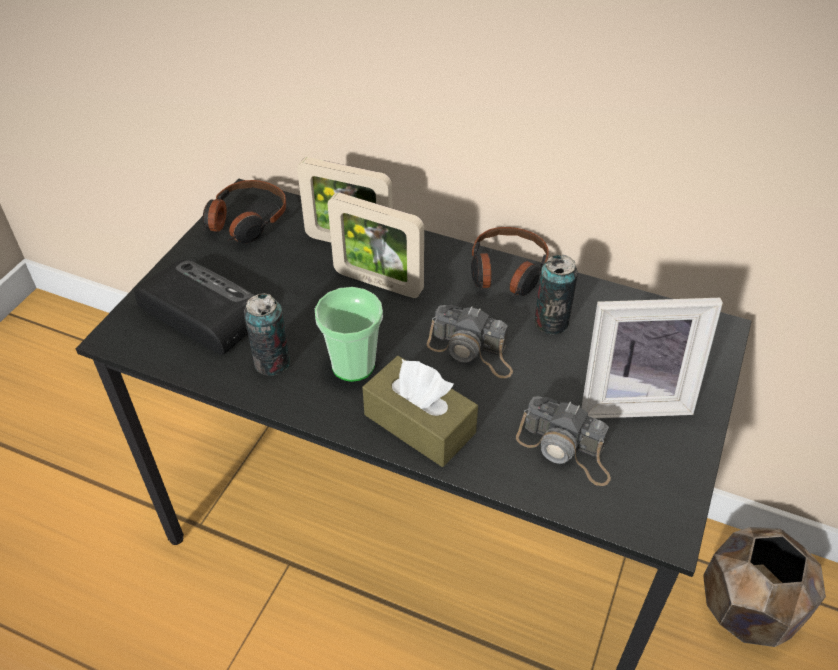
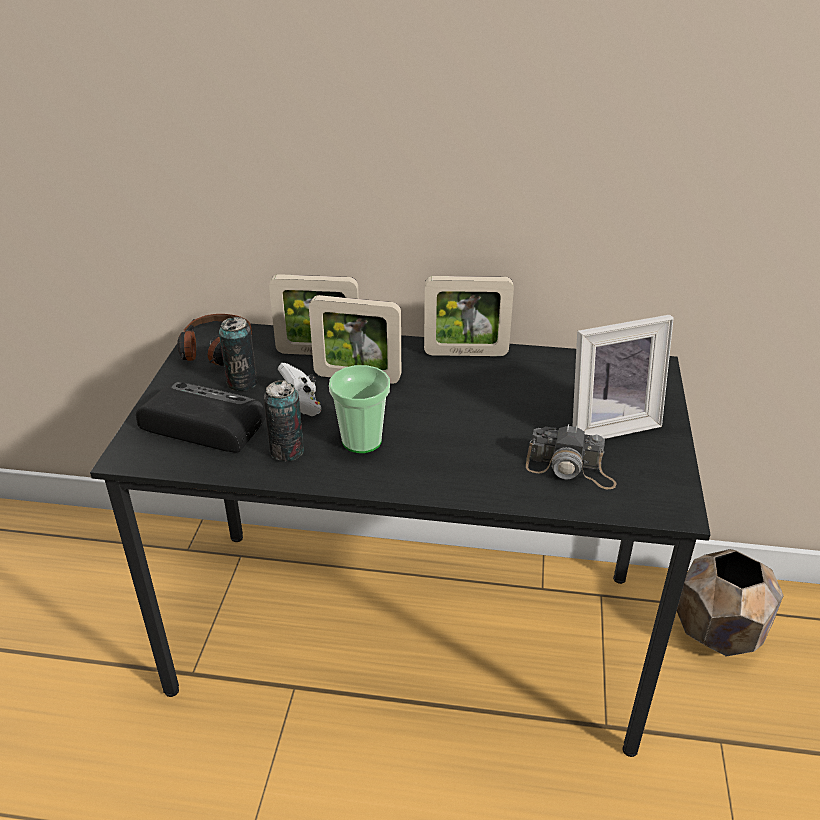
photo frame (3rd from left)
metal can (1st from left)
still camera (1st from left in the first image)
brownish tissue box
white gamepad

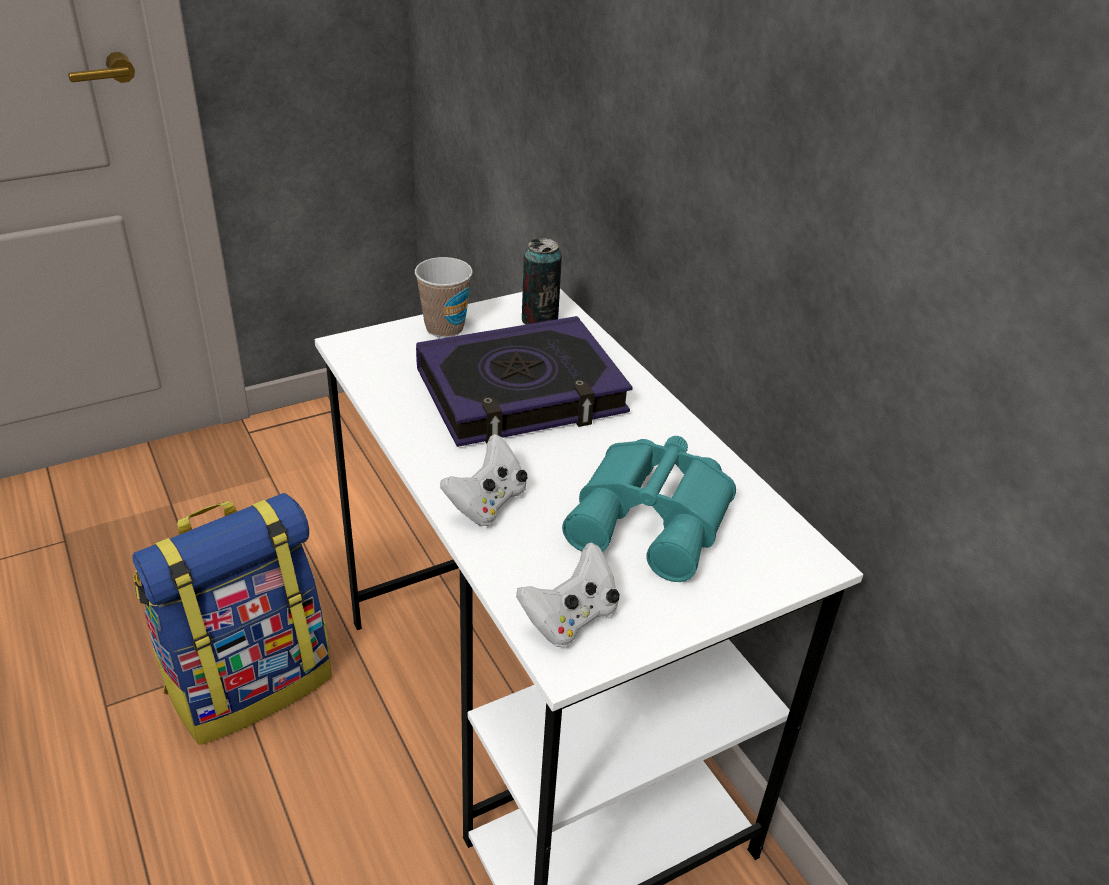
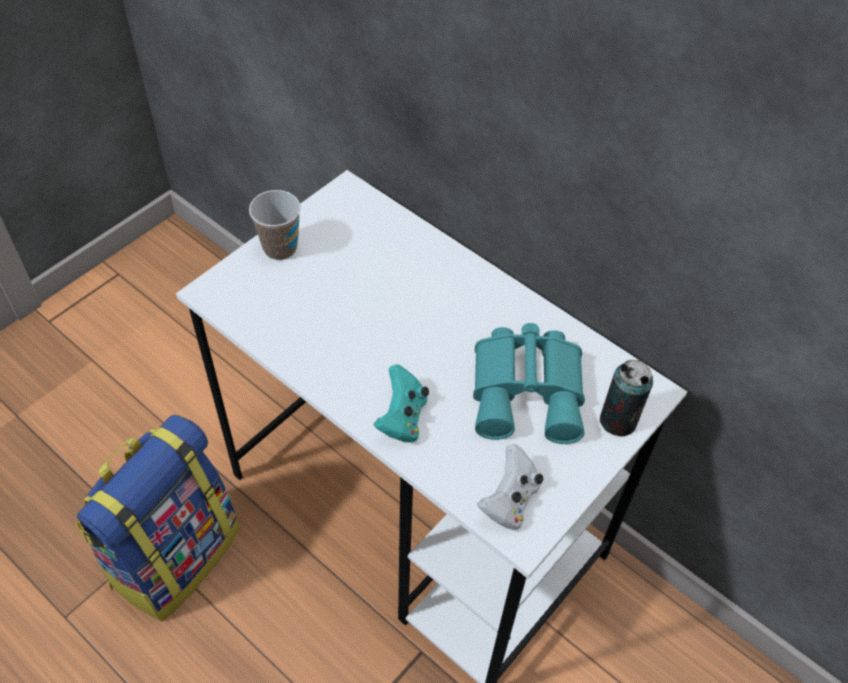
metal can
volume
blue-green gamepad

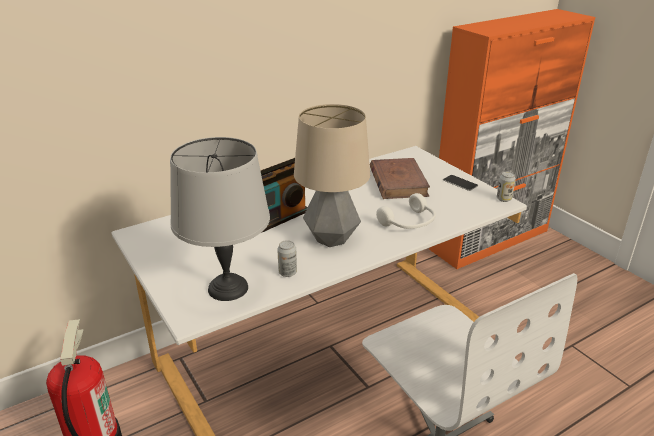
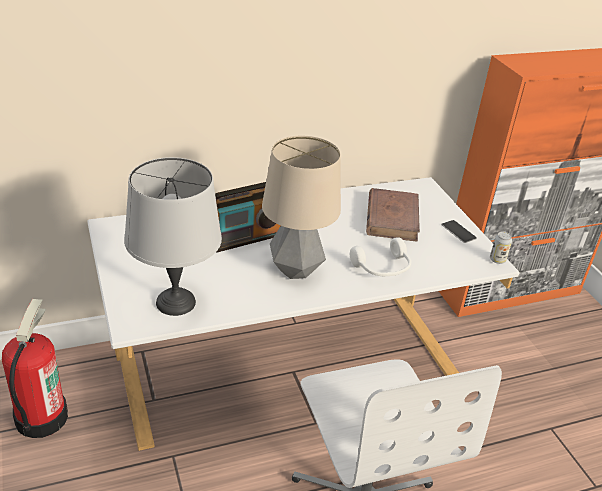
metal can (1st from left in the first image)

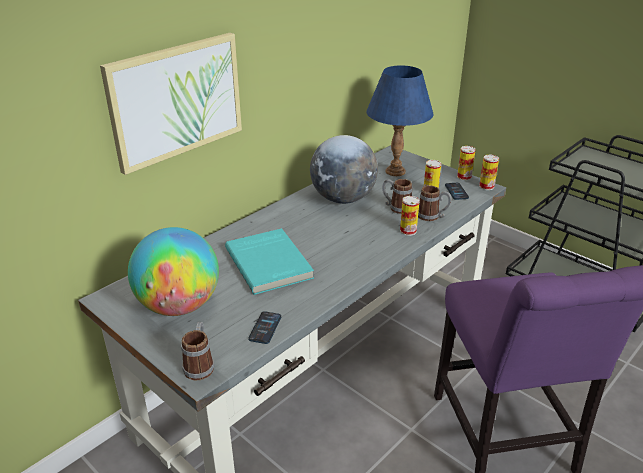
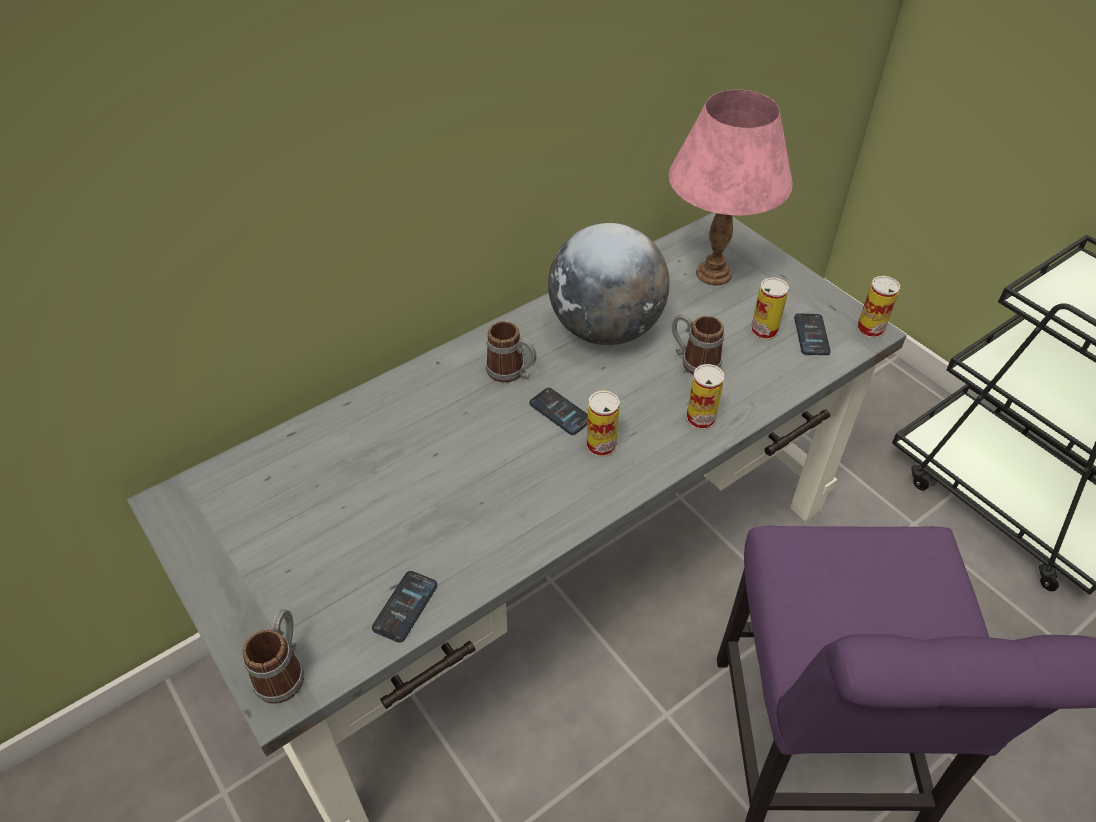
wall picture
pinkish lamp for a table
metal can (1st from left)
tea mug (2nd from left)
world globe (1st from left in the first image)
blue-green volume
handset (2nd from left)

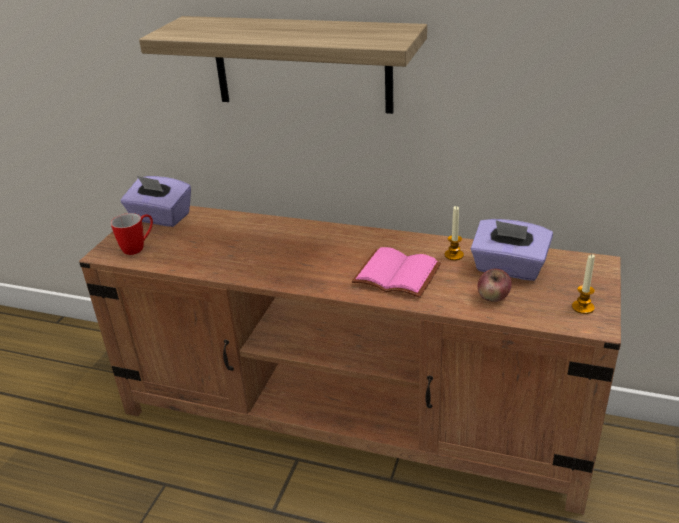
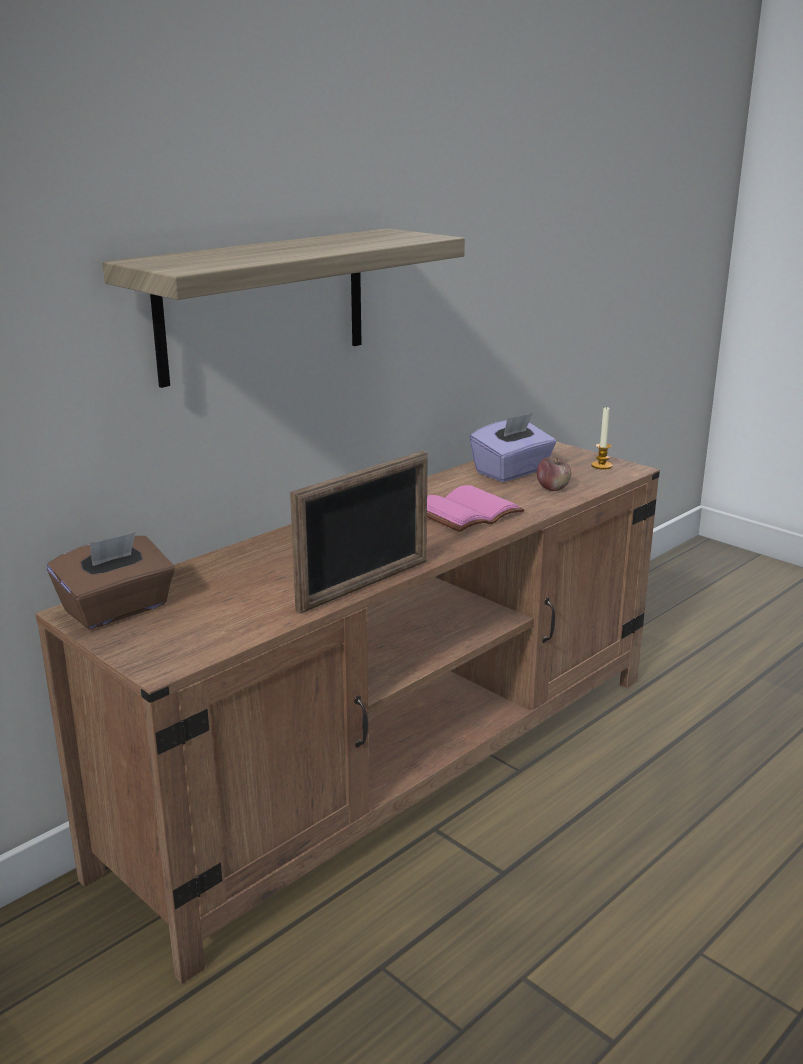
brownish tissue box
wax light (1st from left in the first image)
tea mug
photo frame

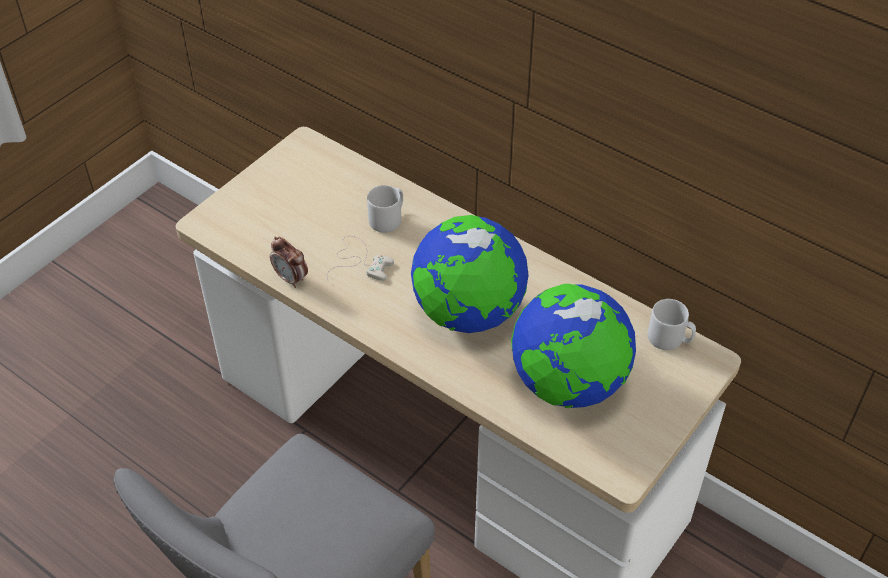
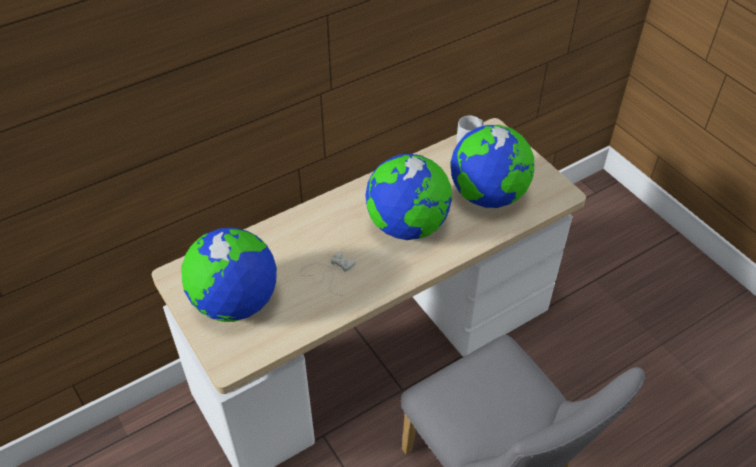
gray tea mug (1st from left in the first image)
alarm clock
world globe (1st from left)

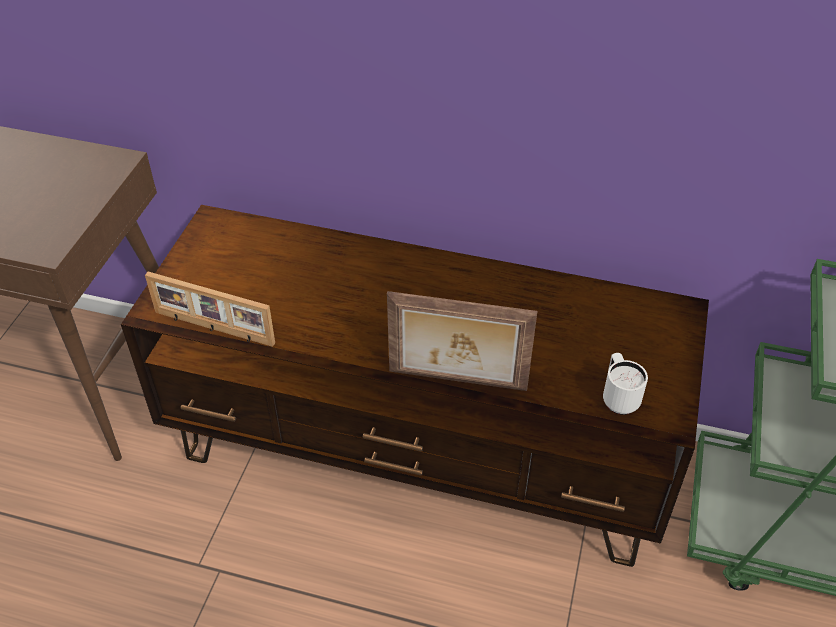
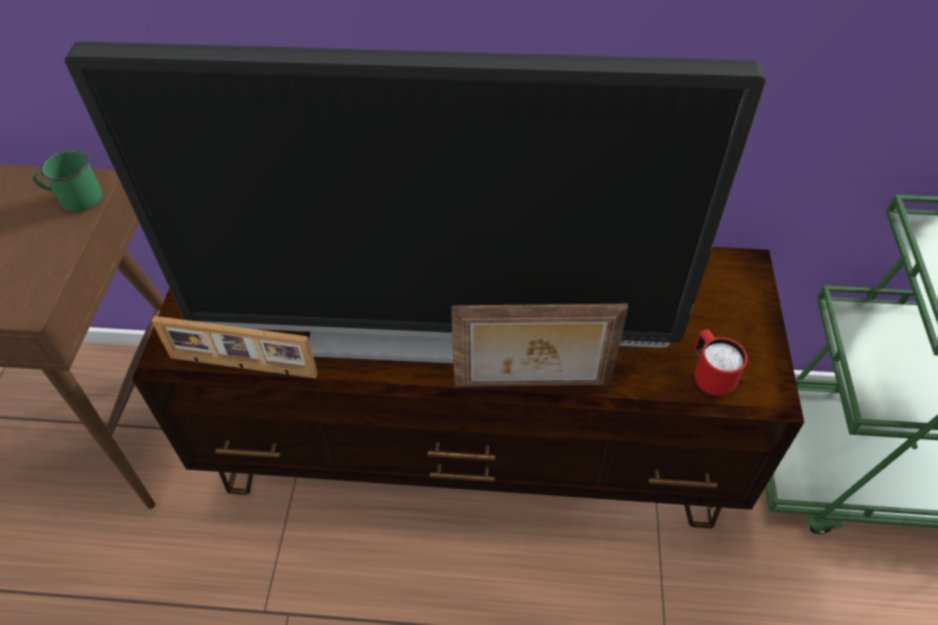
red tea mug
television
green tea mug

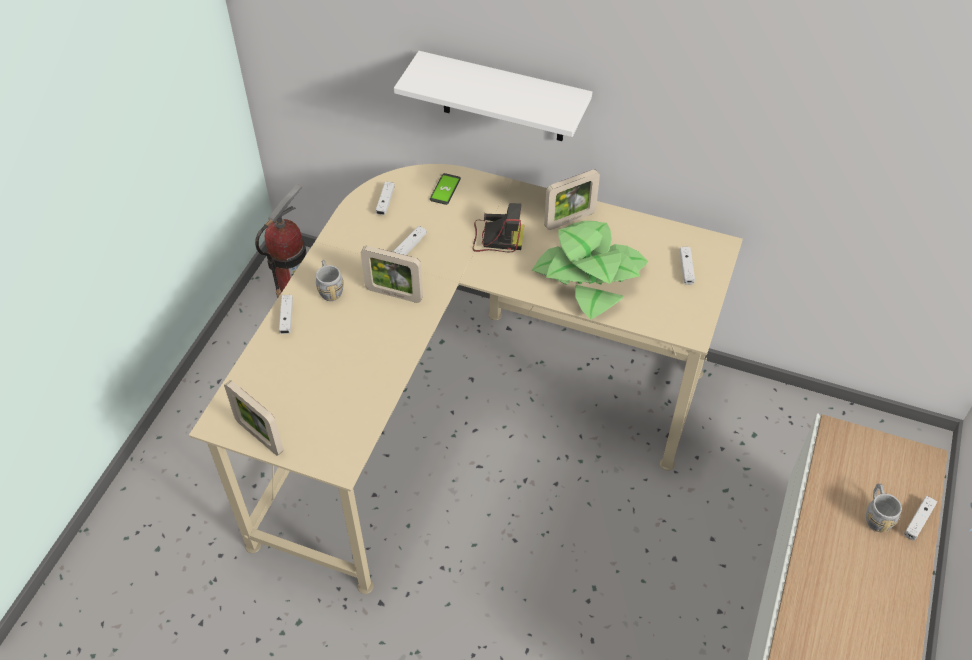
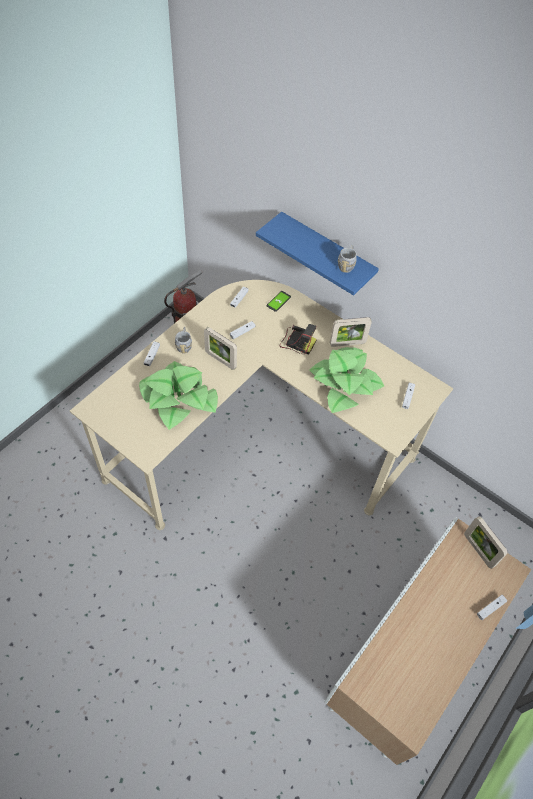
blue bracket shelf
photo frame (3rd from left)
gray tea mug (2nd from left)
potted plant (1st from left)

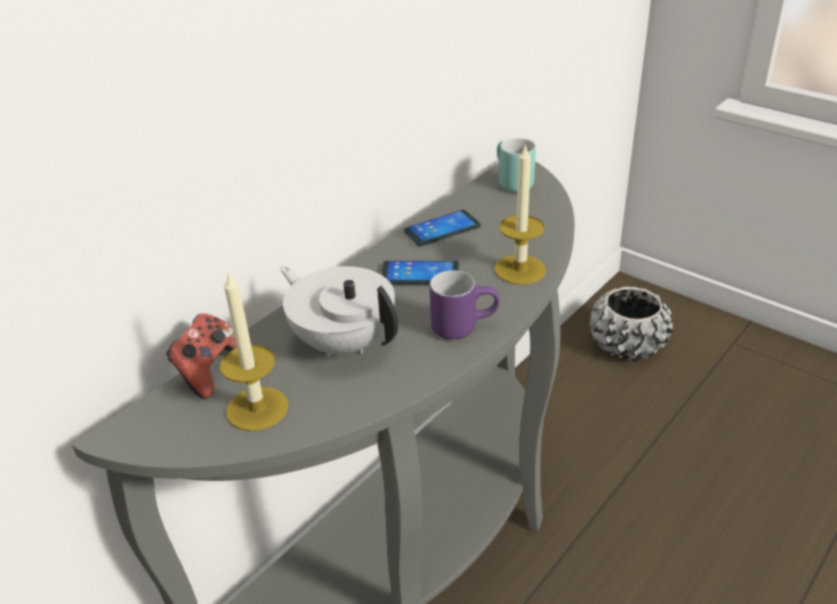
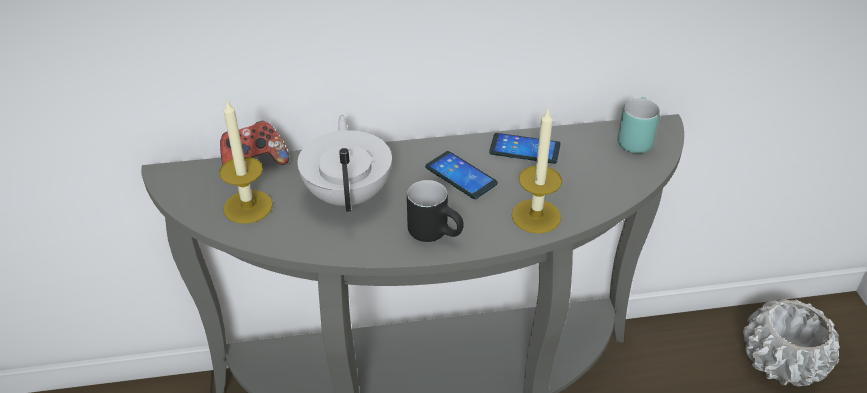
black tea mug
white plant pot

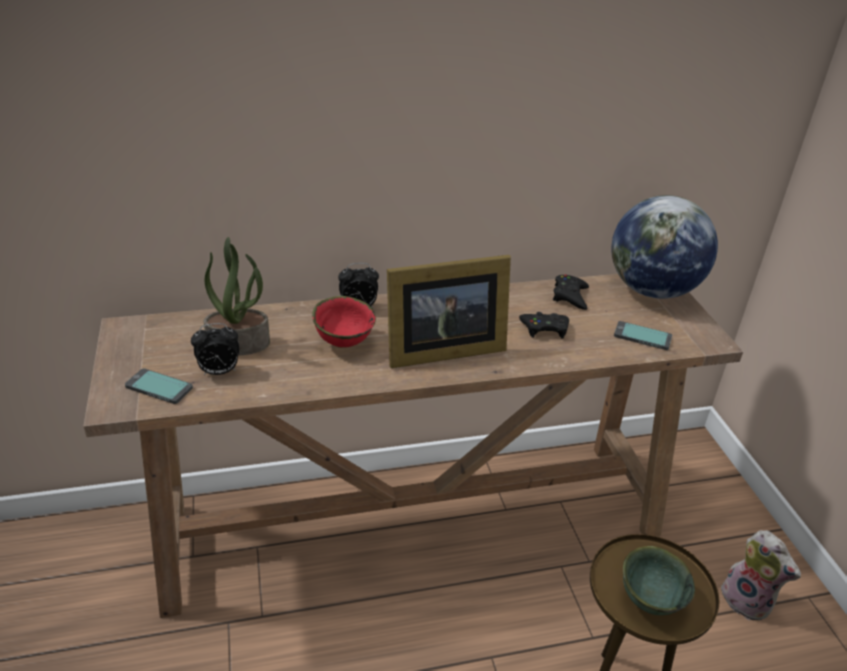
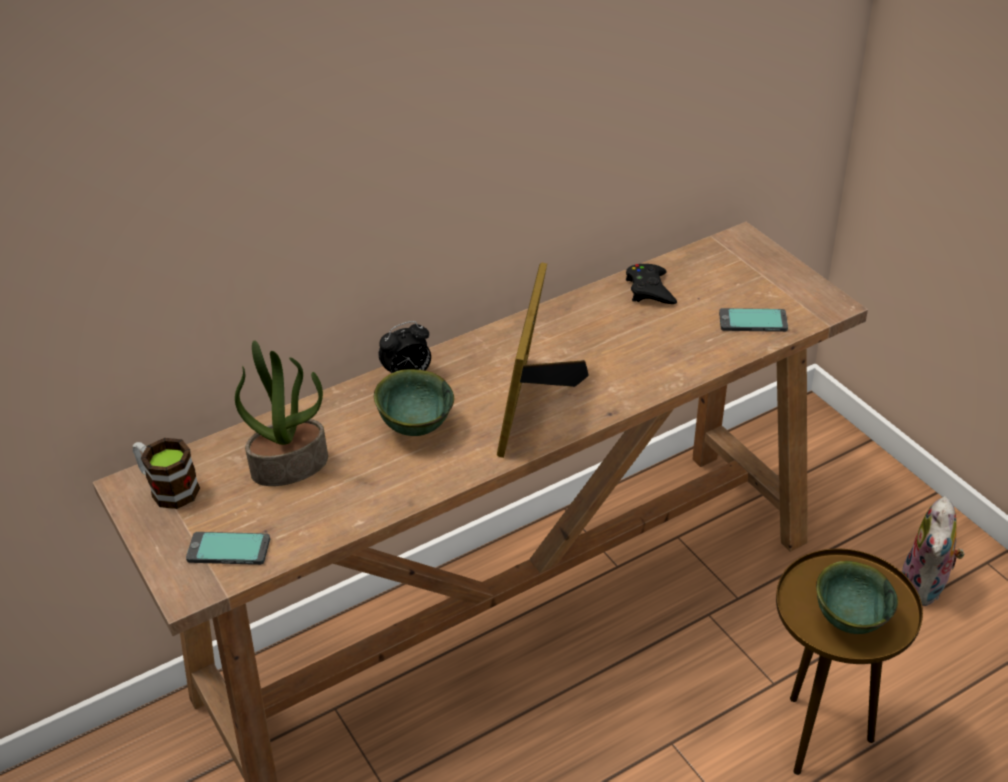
world globe
photo frame
green deep dish (1st from left)
black gamepad (1st from left in the first image)
alarm clock (1st from left in the first image)
plush toy
tea mug

